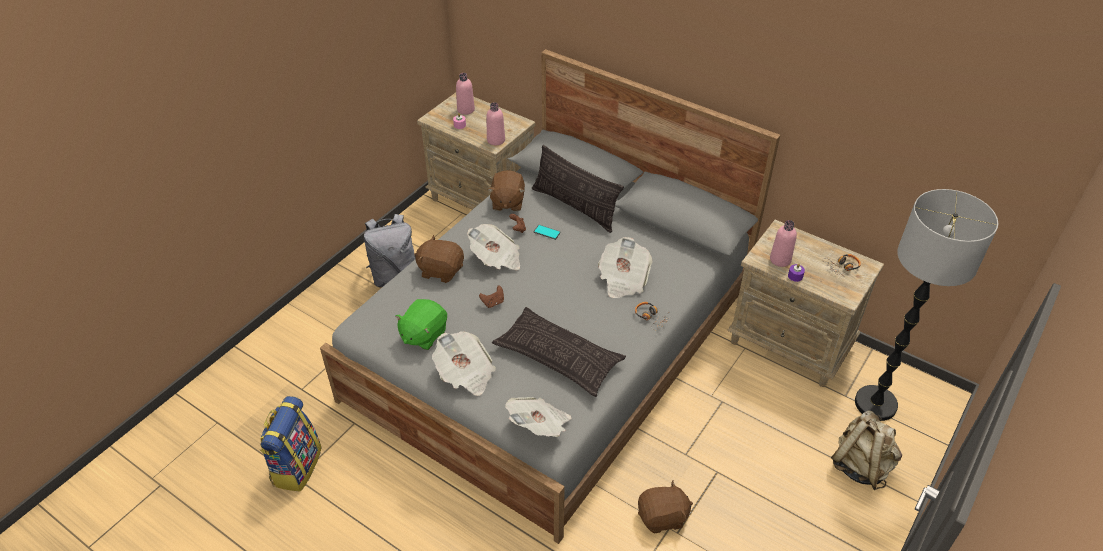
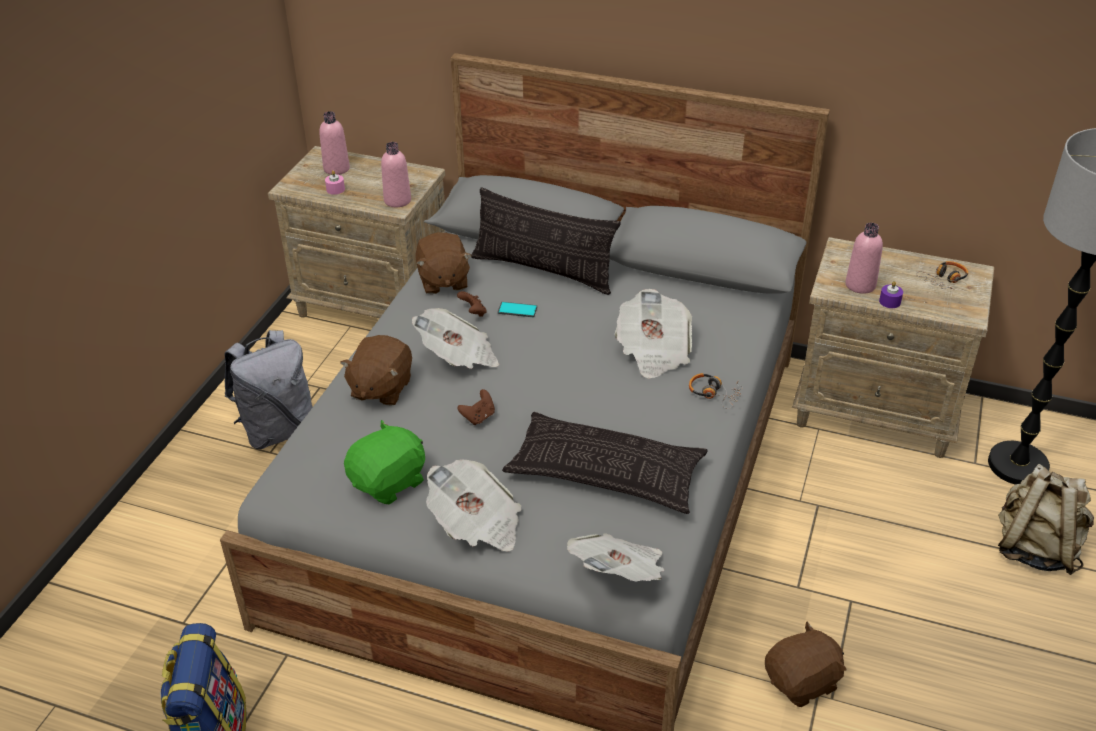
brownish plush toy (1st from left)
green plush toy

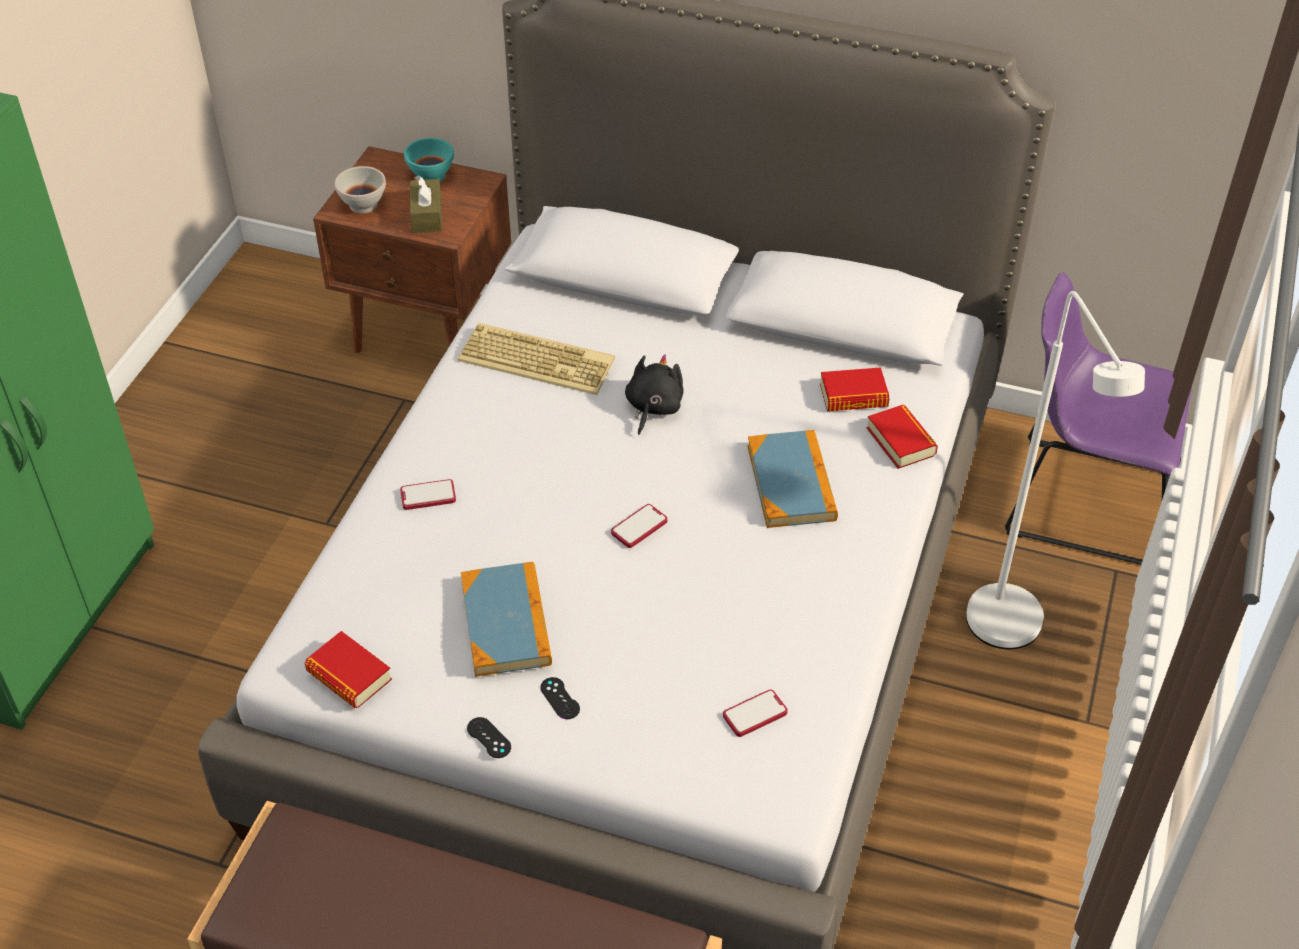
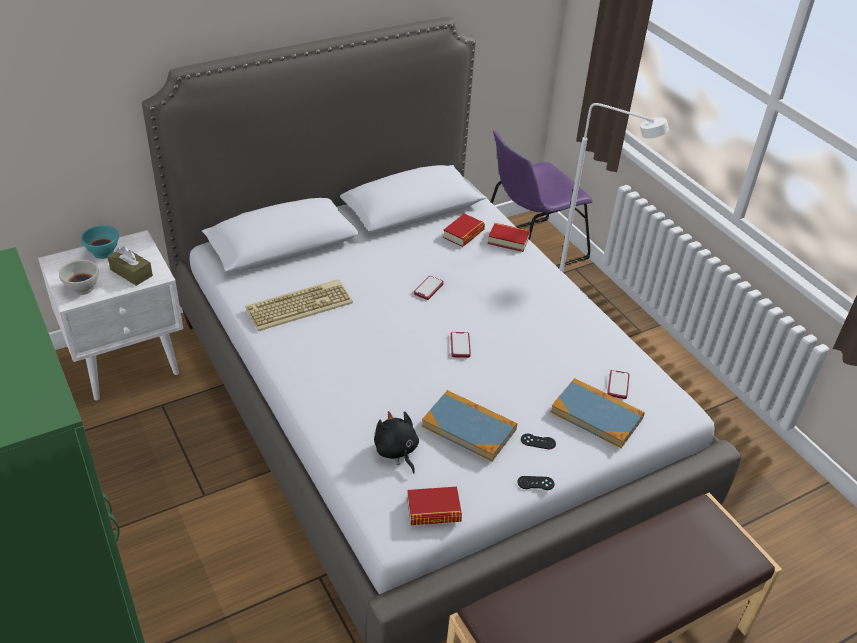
white bedside table
black plush toy
volume (5th from left)
handset (1st from left)

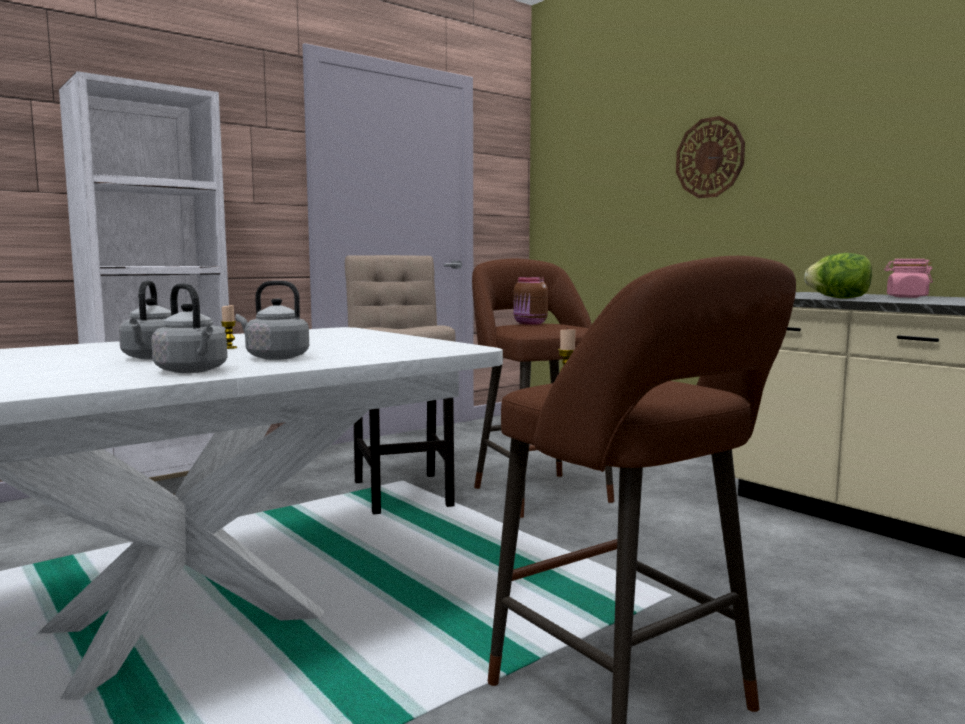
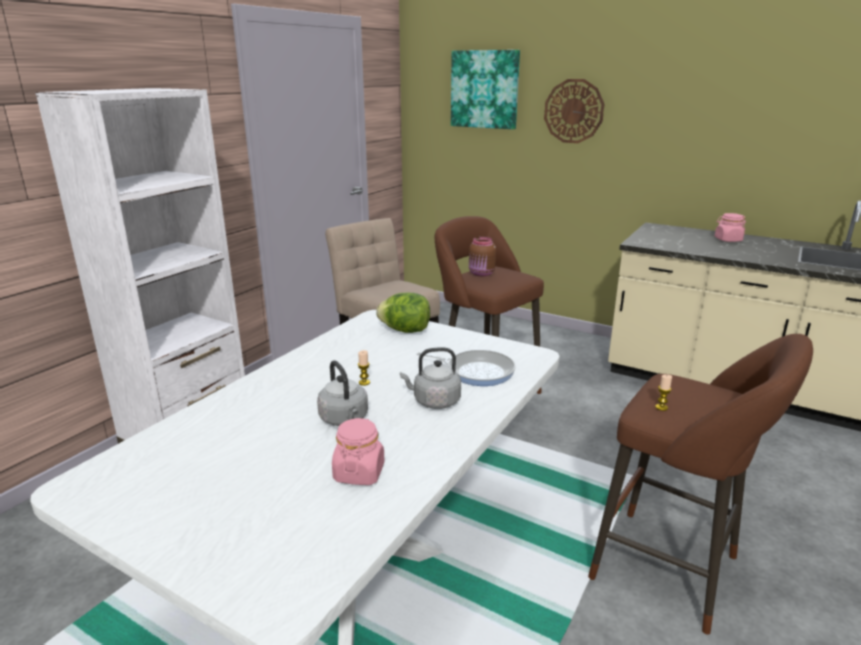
lettuce
gray kettle (2nd from left in the first image)
wall picture
pan
pinkish jar (1st from left)

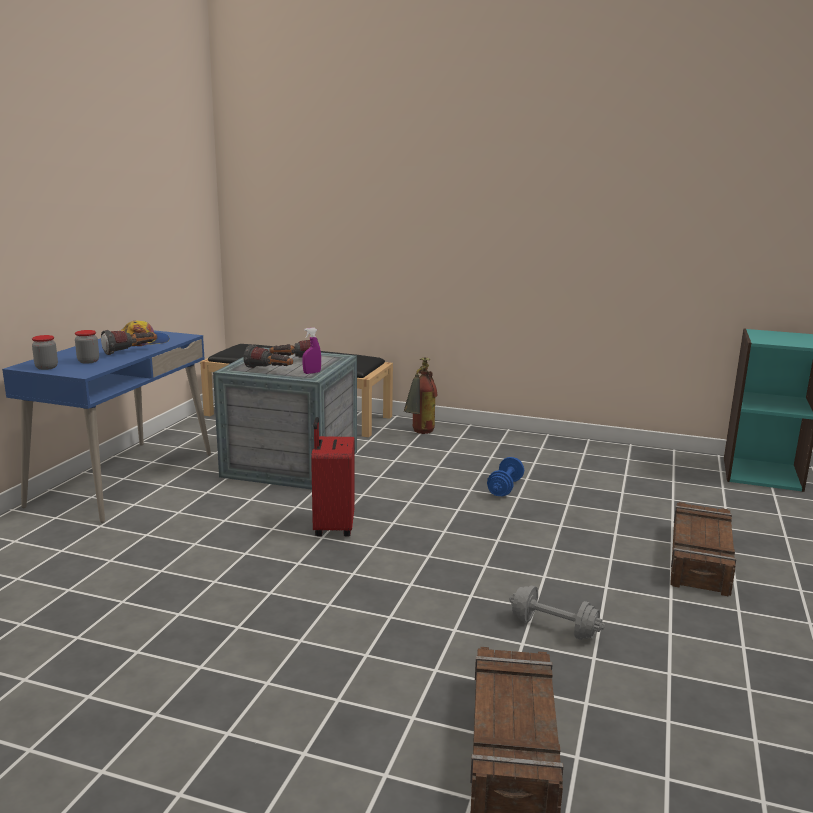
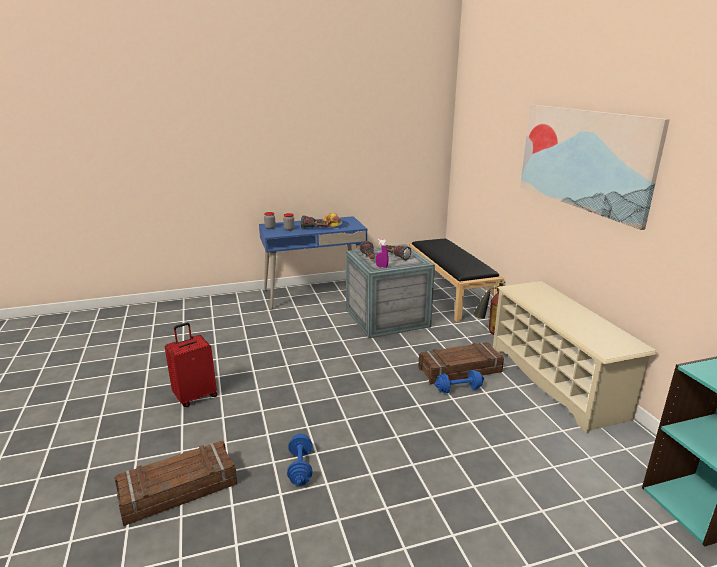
red piece of luggage
shipping crate (3rd from left)
blue hand weight (1st from left)
wall picture
beige-coloured shoe rack

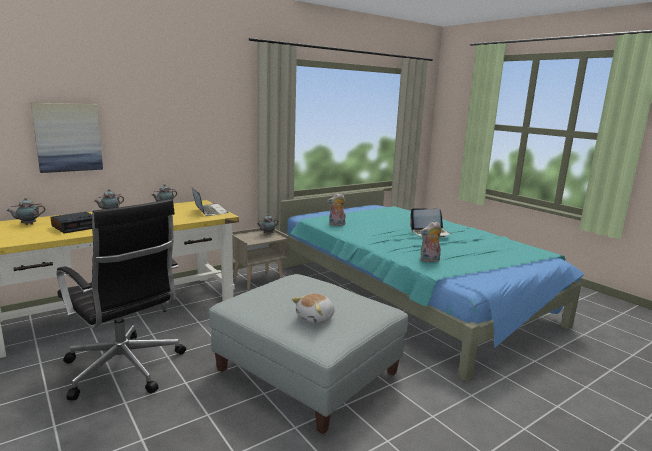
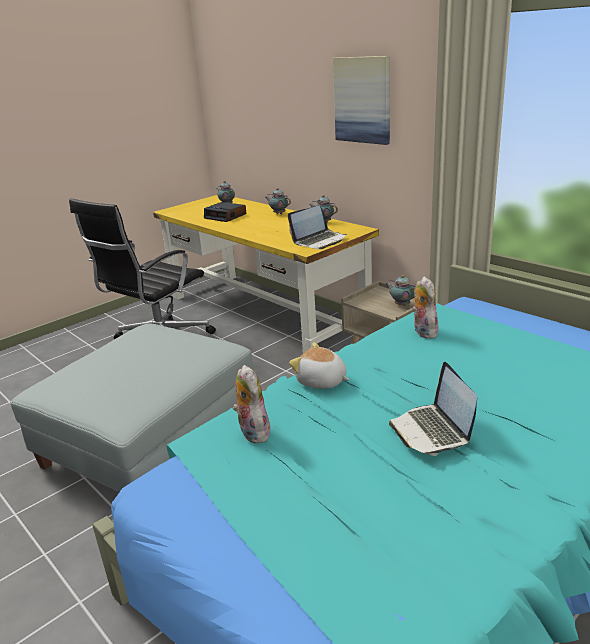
wall picture
plush toy (2nd from left)

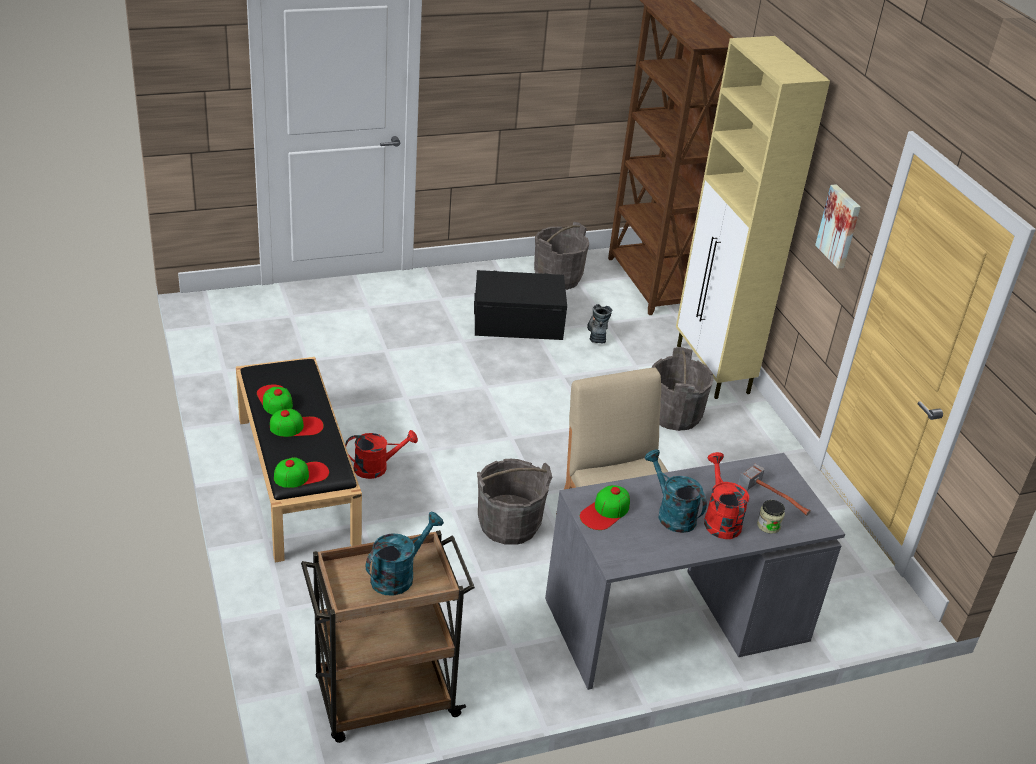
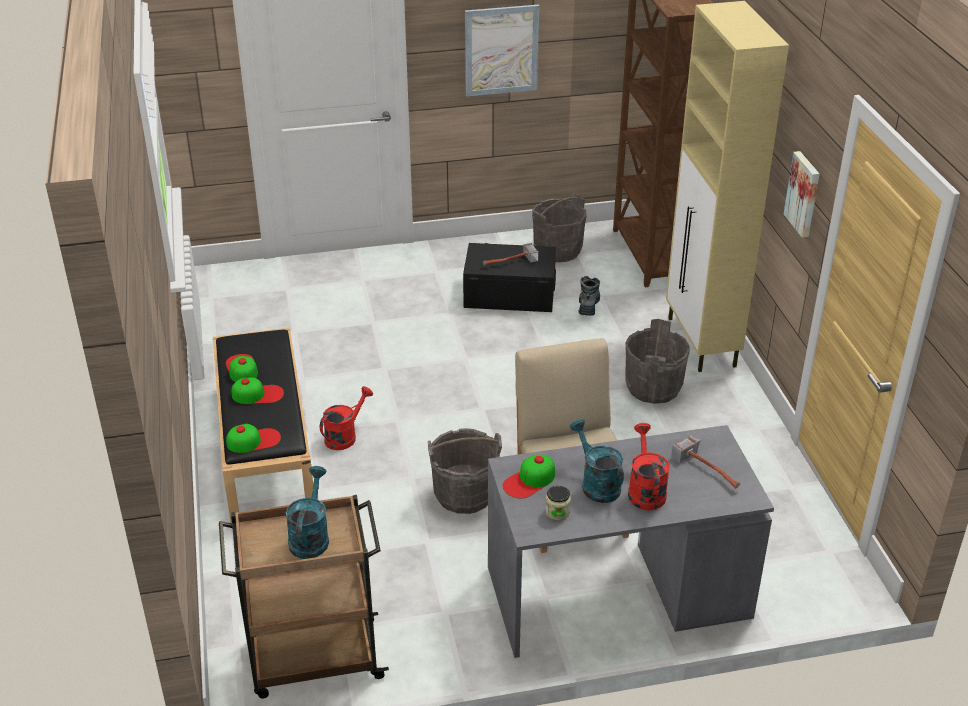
red sprinkling can (1st from left)
jar
blue-green sprinkling can (1st from left)
wall picture (1st from left)
hand hammer (1st from left)

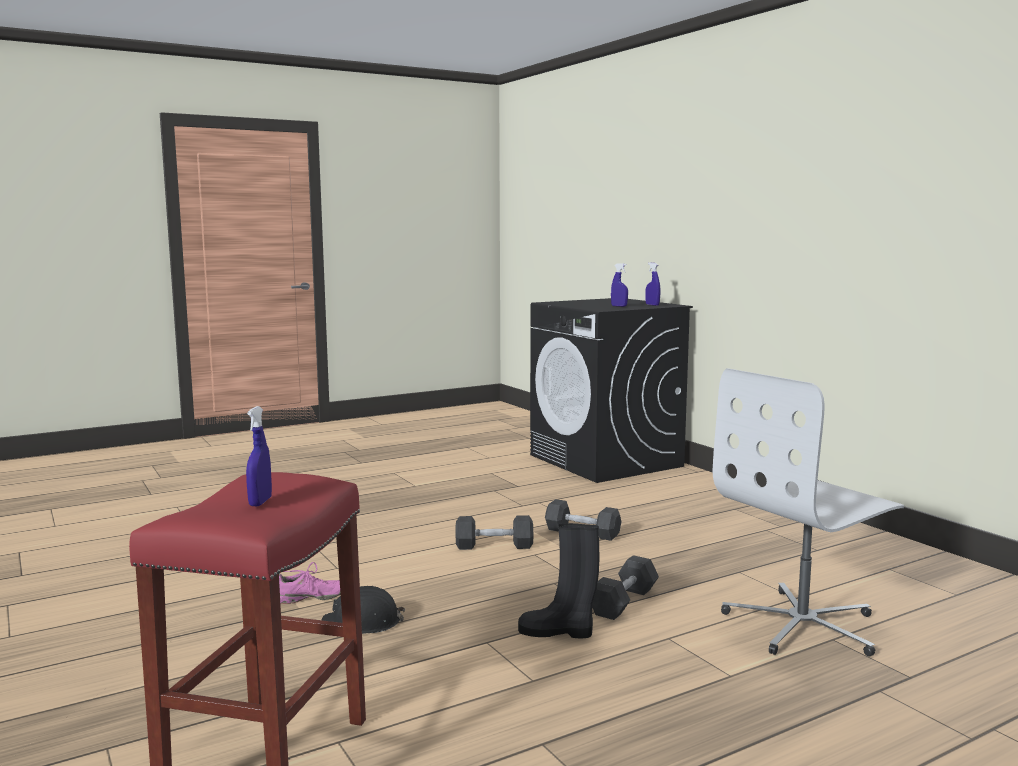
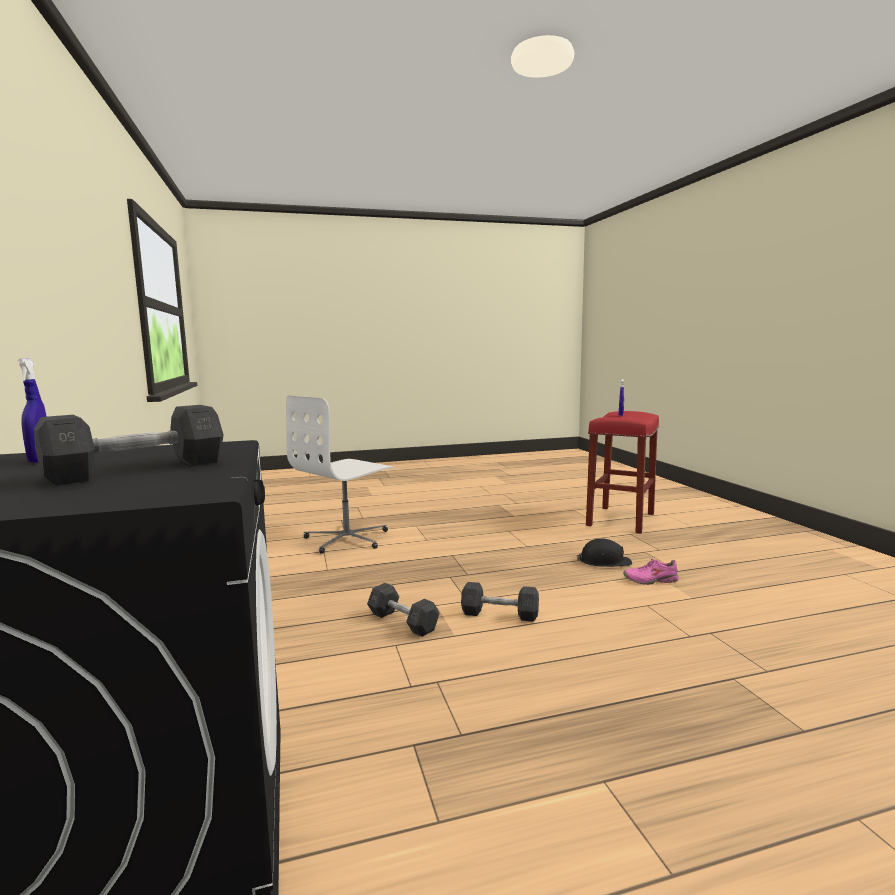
blue hand sprayer (2nd from left in the first image)
white office chair
black tall boot
gray hand weight (1st from left)

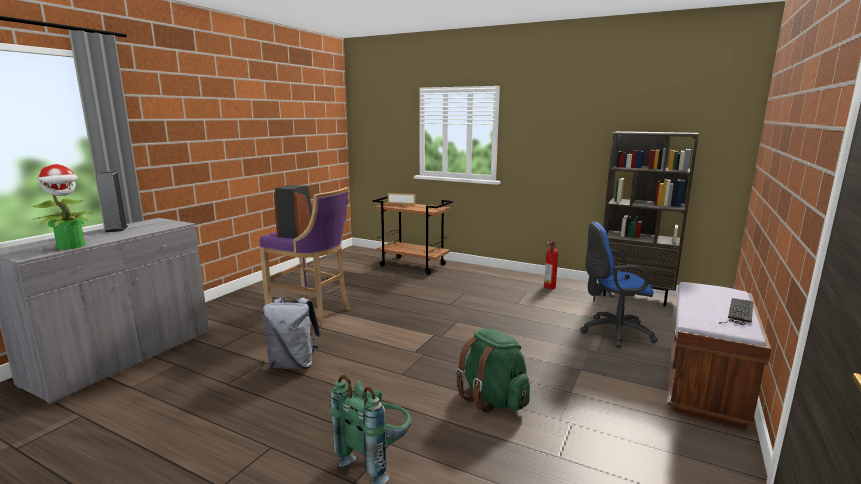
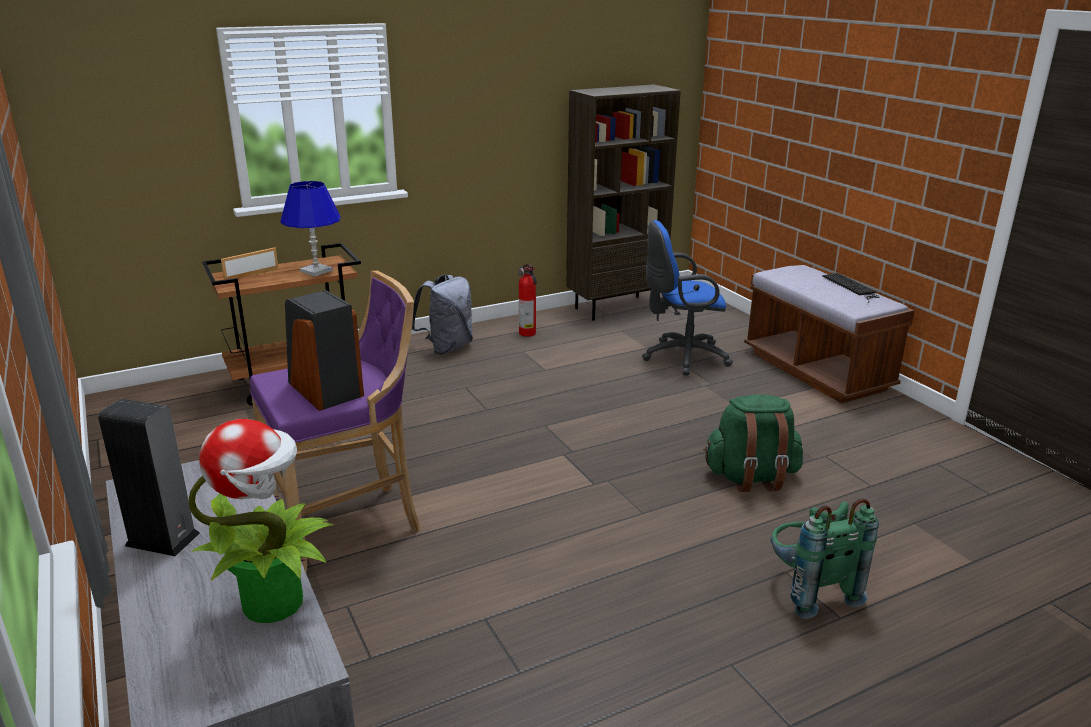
blue office chair
gray backpack
blue lamp for a table

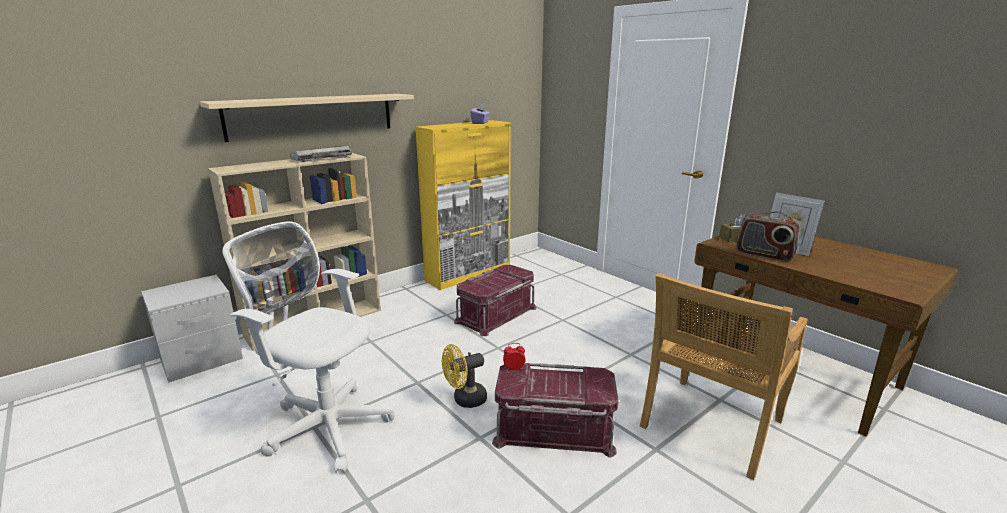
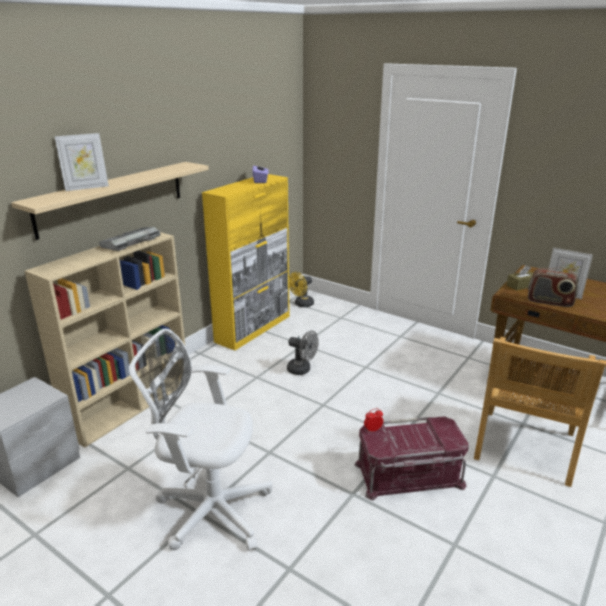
gray fan
yellow fan
photo frame (1st from left)

